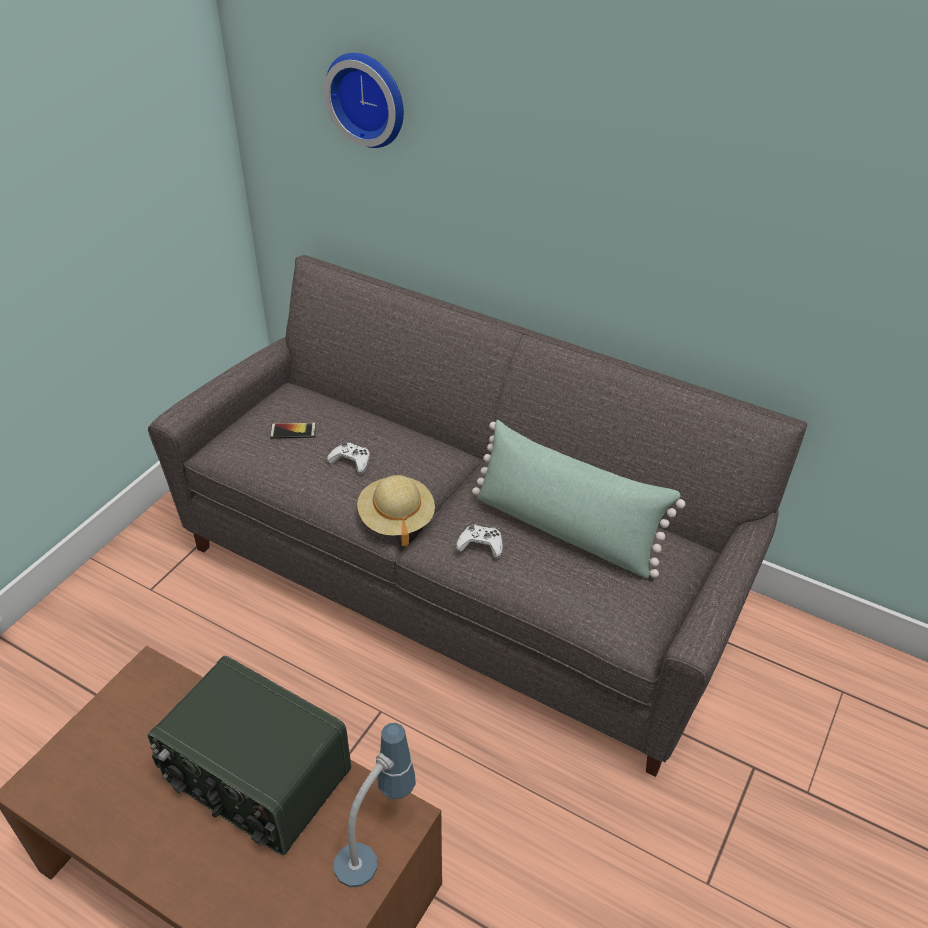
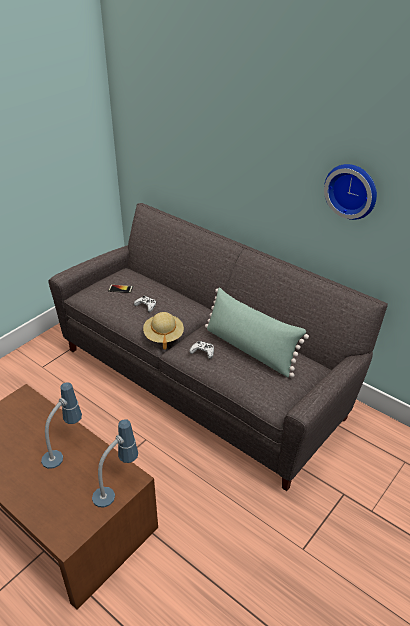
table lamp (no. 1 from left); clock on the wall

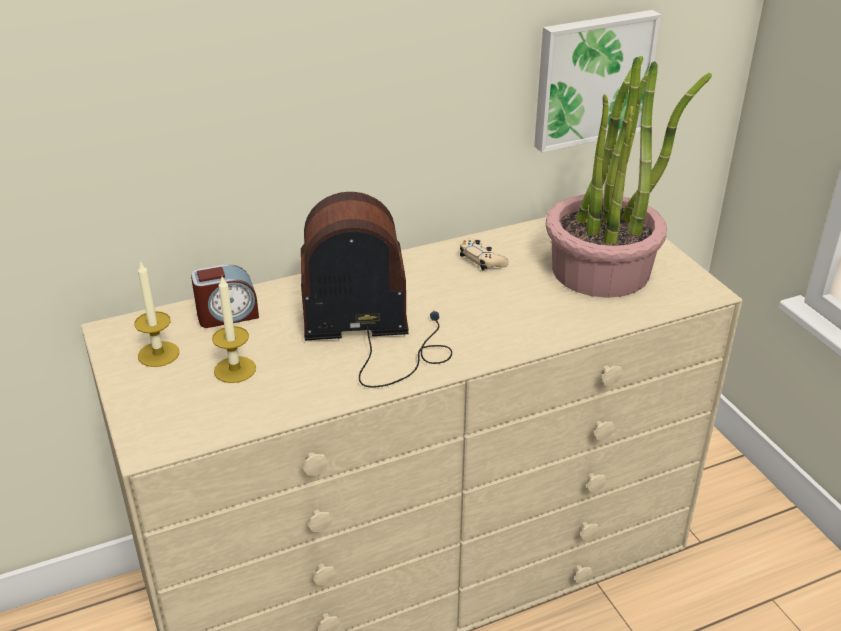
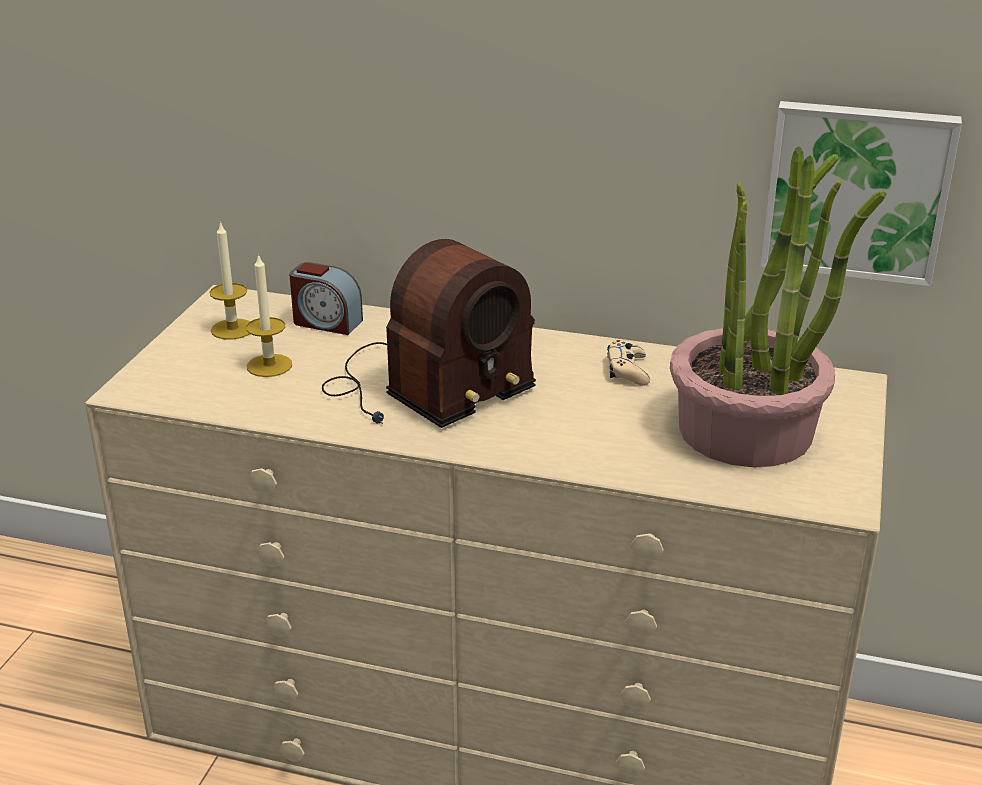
radio set

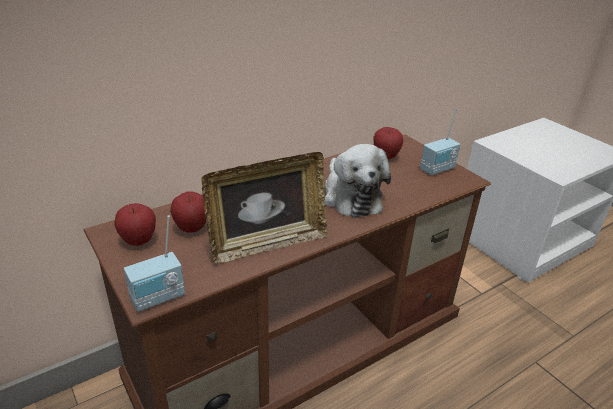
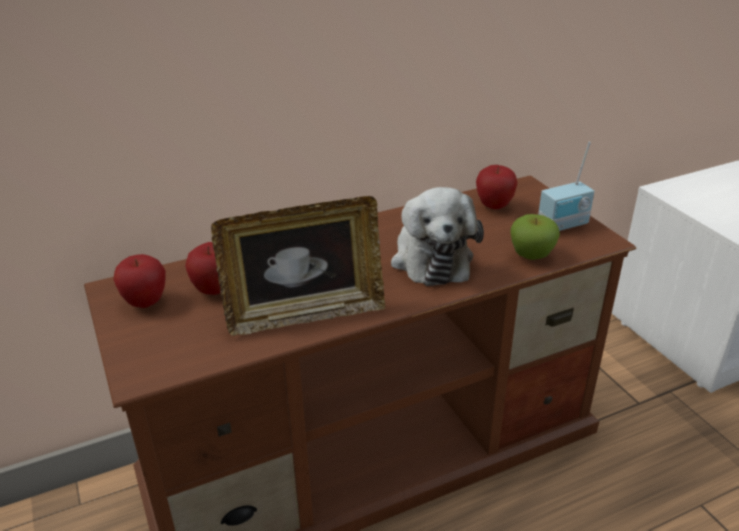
apple fruit (no. 4 from left); radio set (no. 1 from left in the first image)

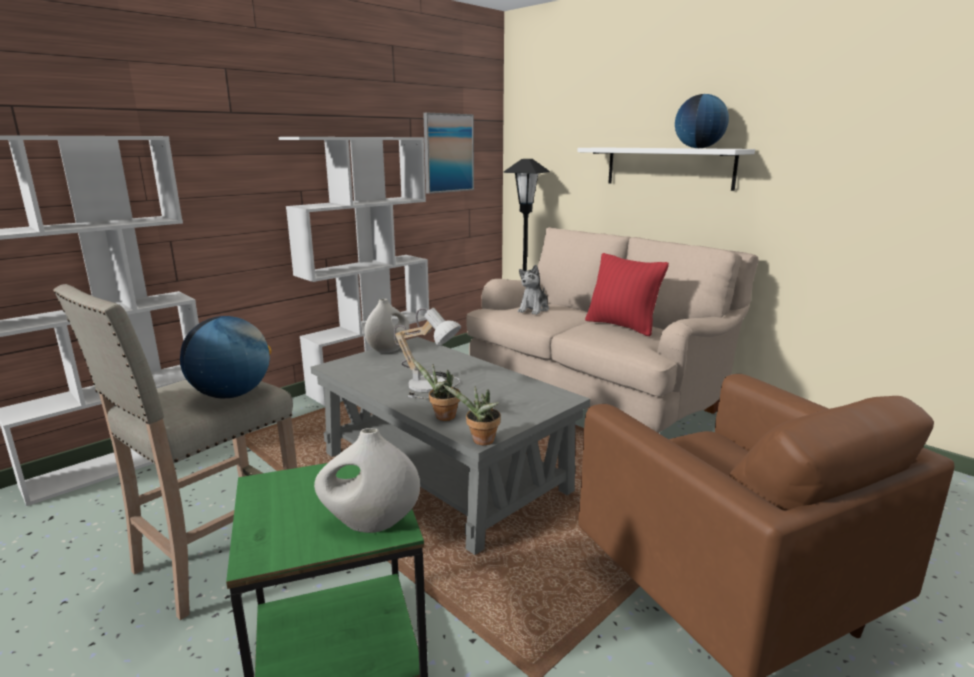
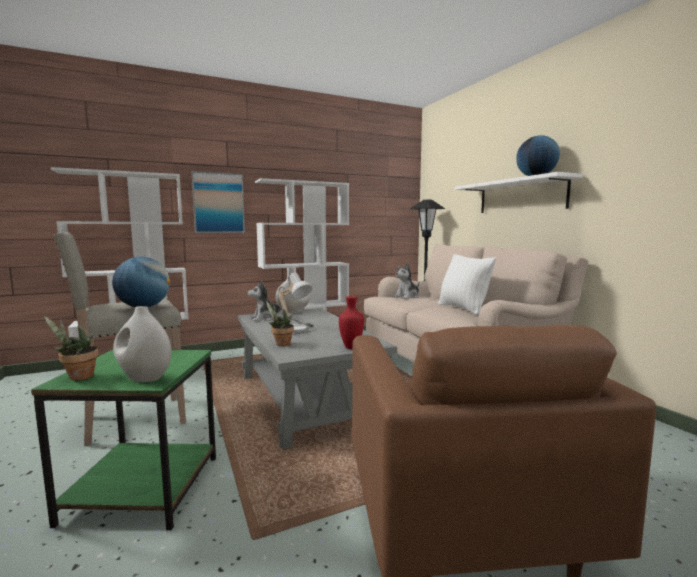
houseplant (no. 1 from left); wall art; plush toy (no. 1 from left); red decorative vase; white-coloured pillow

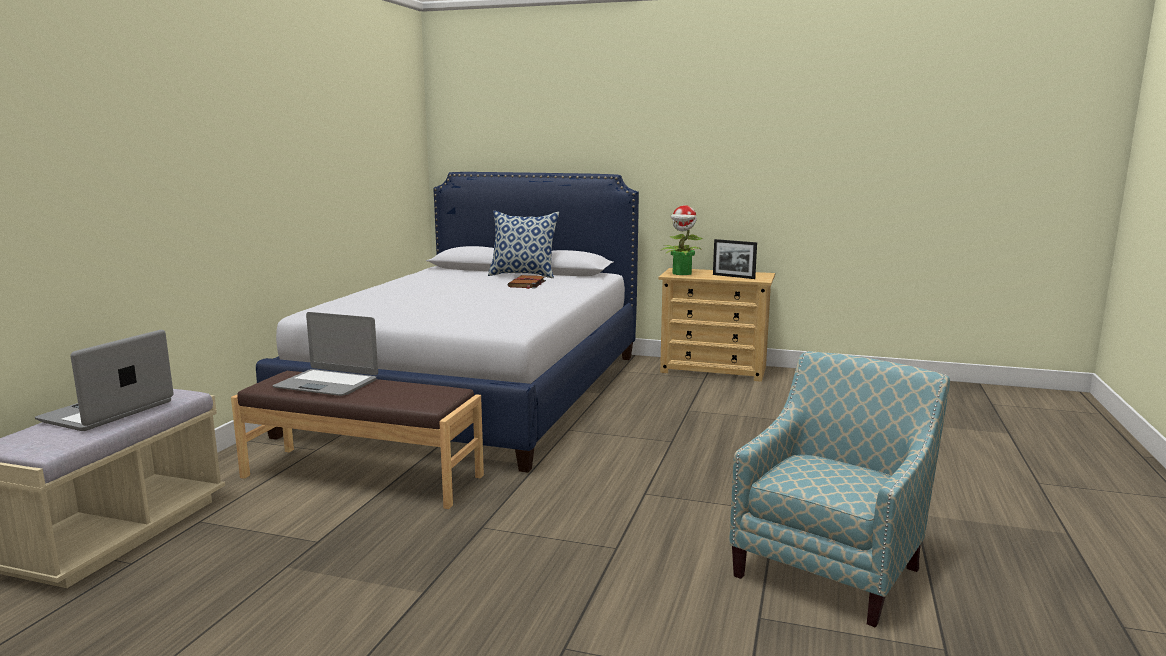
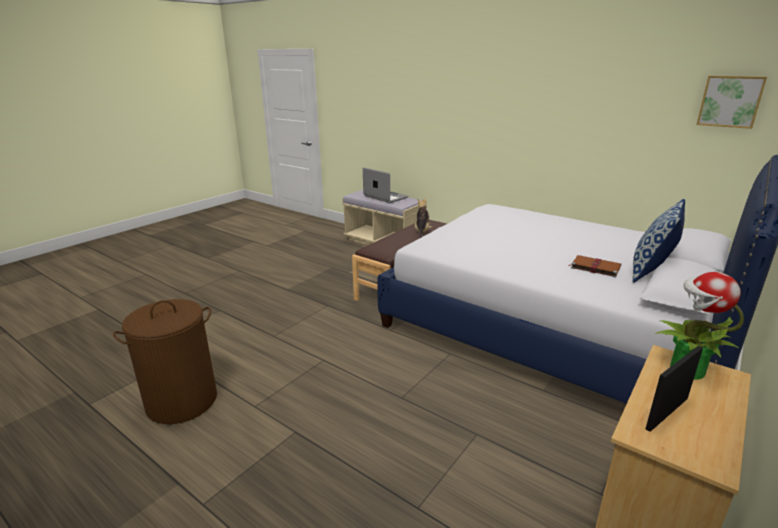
brownish hamper; plush toy; wall art

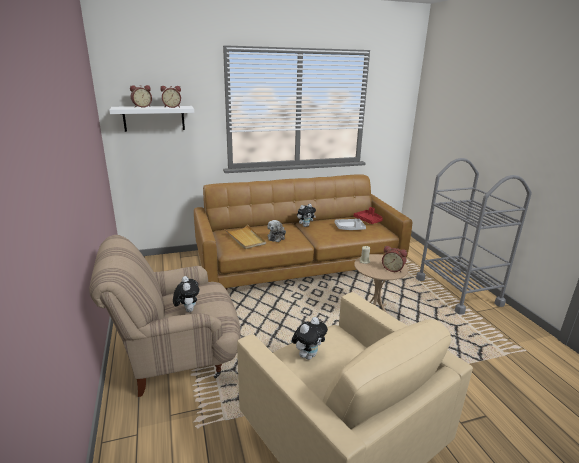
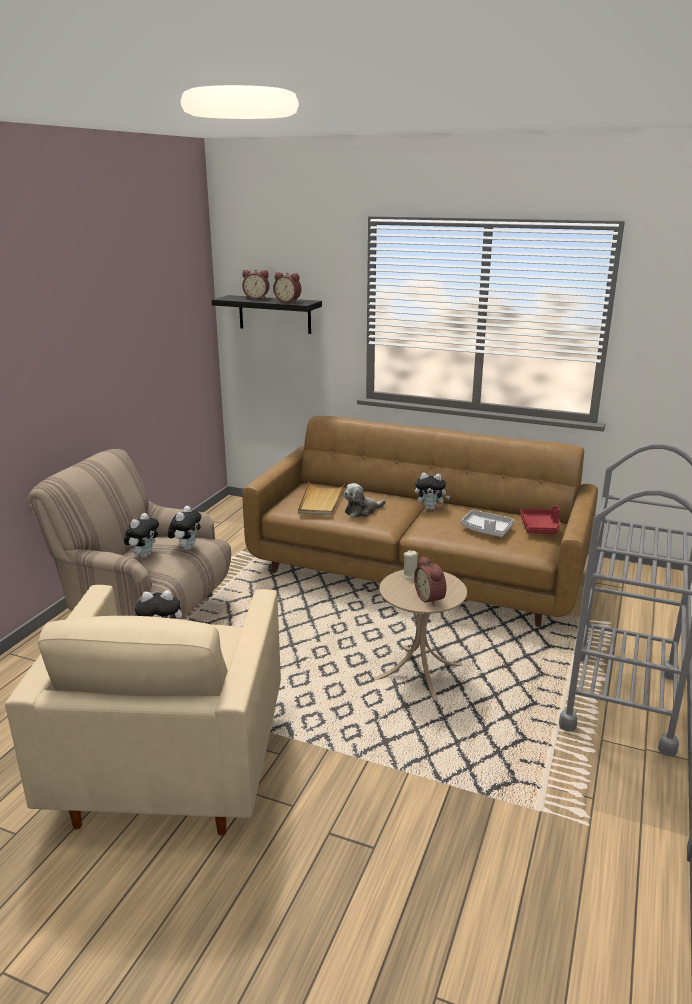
plush toy (no. 3 from left); blackish wall shelf

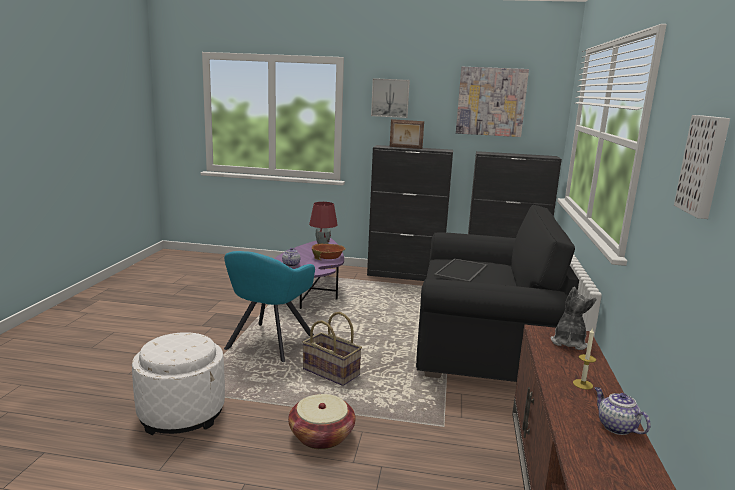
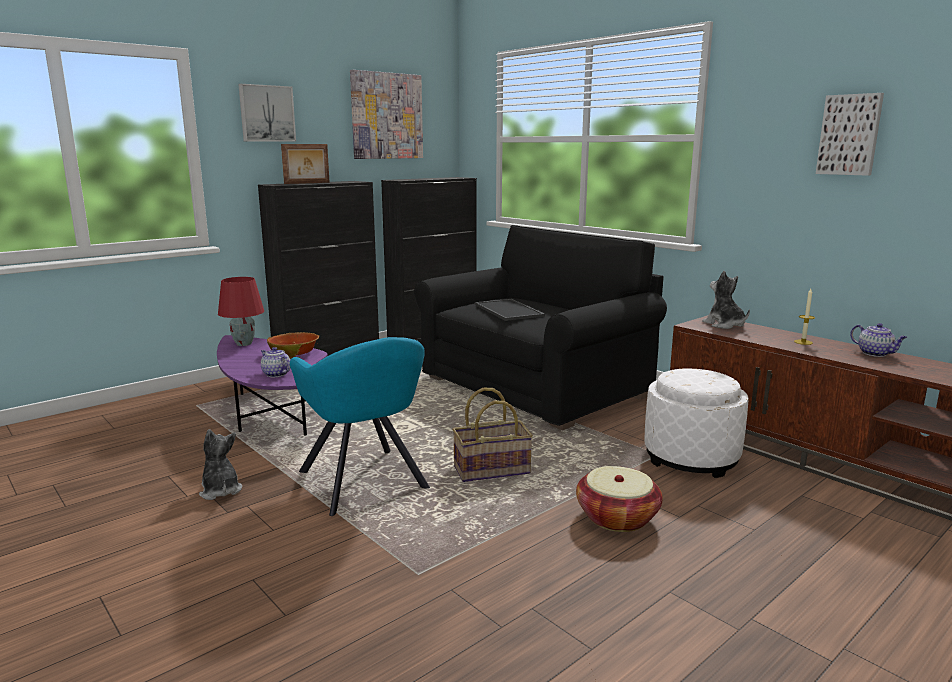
plush toy (no. 1 from left); white-coloured ottoman; teapot (no. 2 from left)

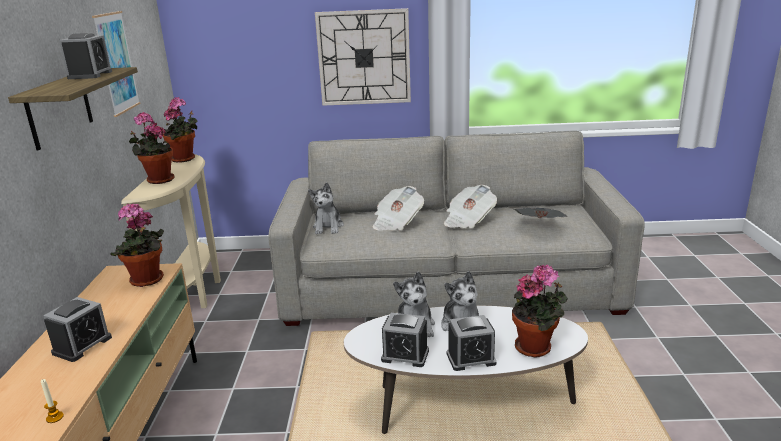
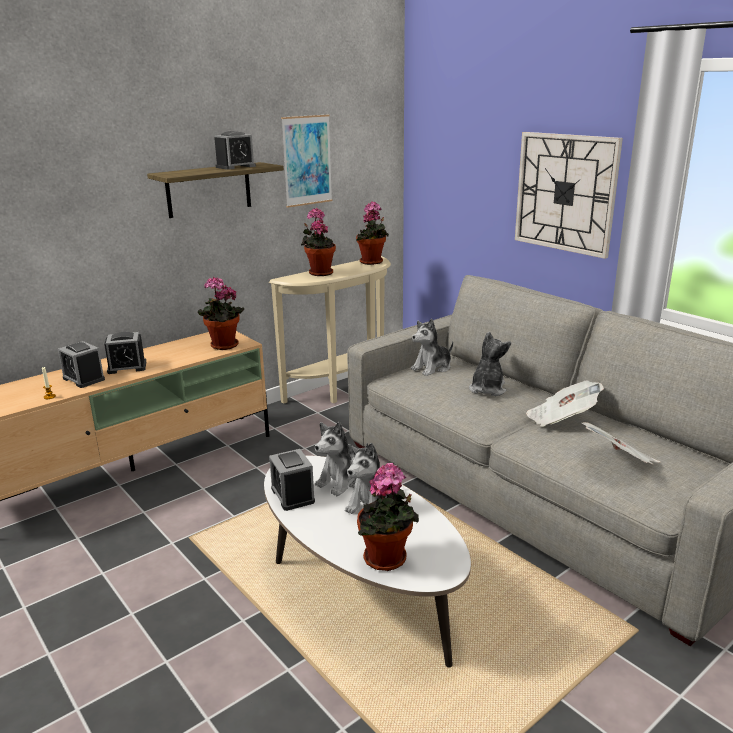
alarm clock (no. 1 from left); plush toy (no. 4 from left)

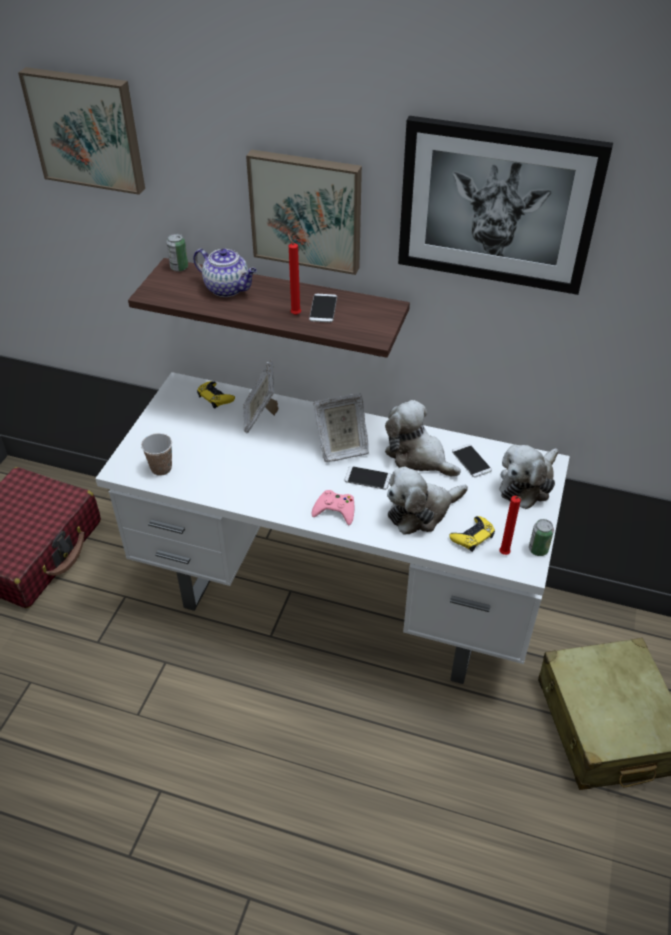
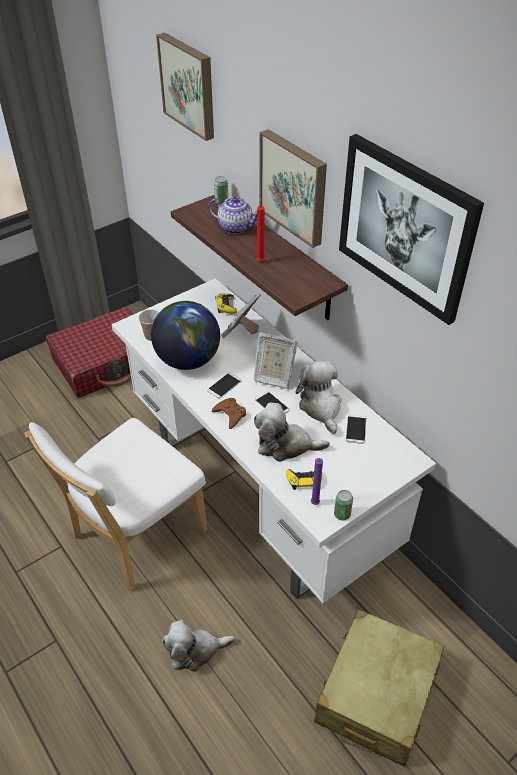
white-coloured upright chair; desk globe; plush toy (no. 1 from left); telephone (no. 1 from left); teapot; brownish joypad; purple candle

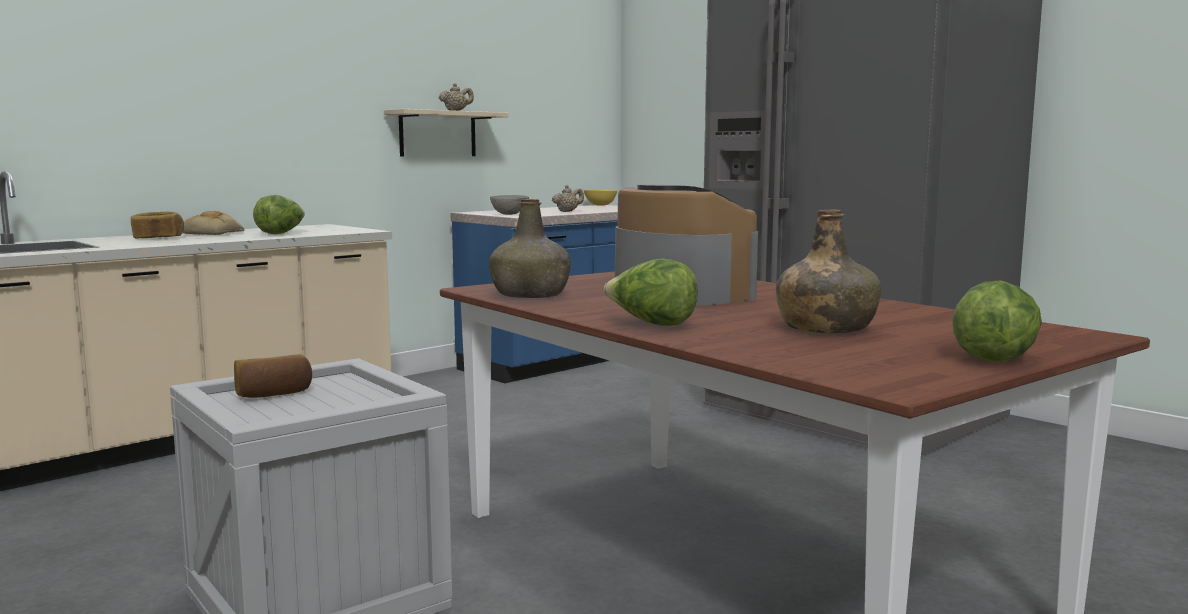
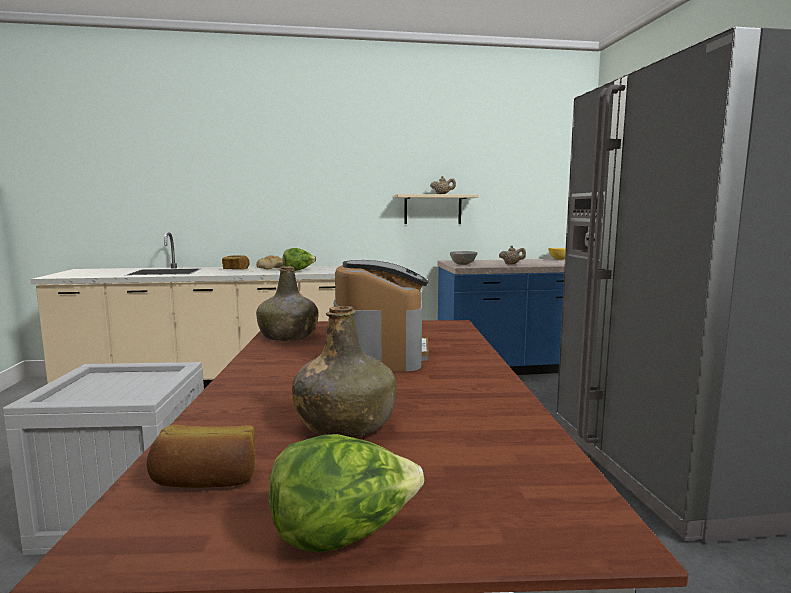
baked bread (no. 1 from left); head of lettuce (no. 2 from left in the first image)

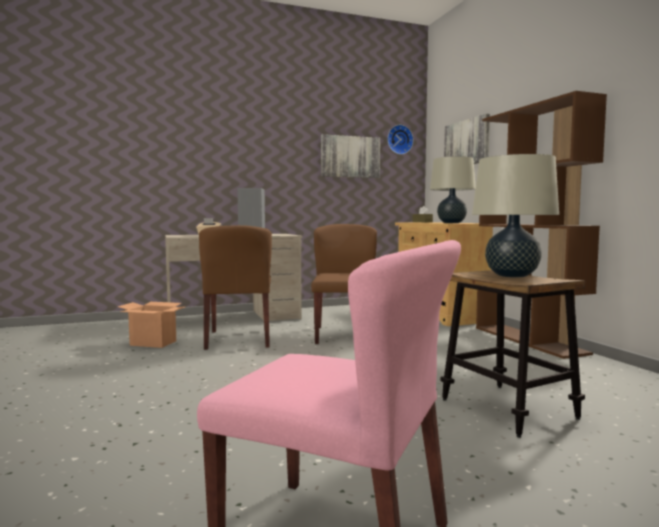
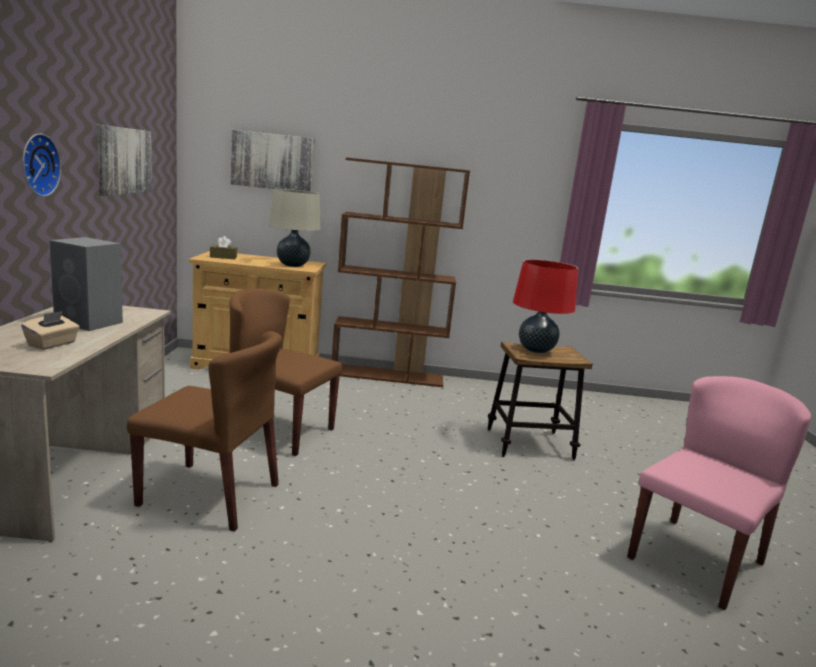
clock on the wall; red table lamp; cardboard box

